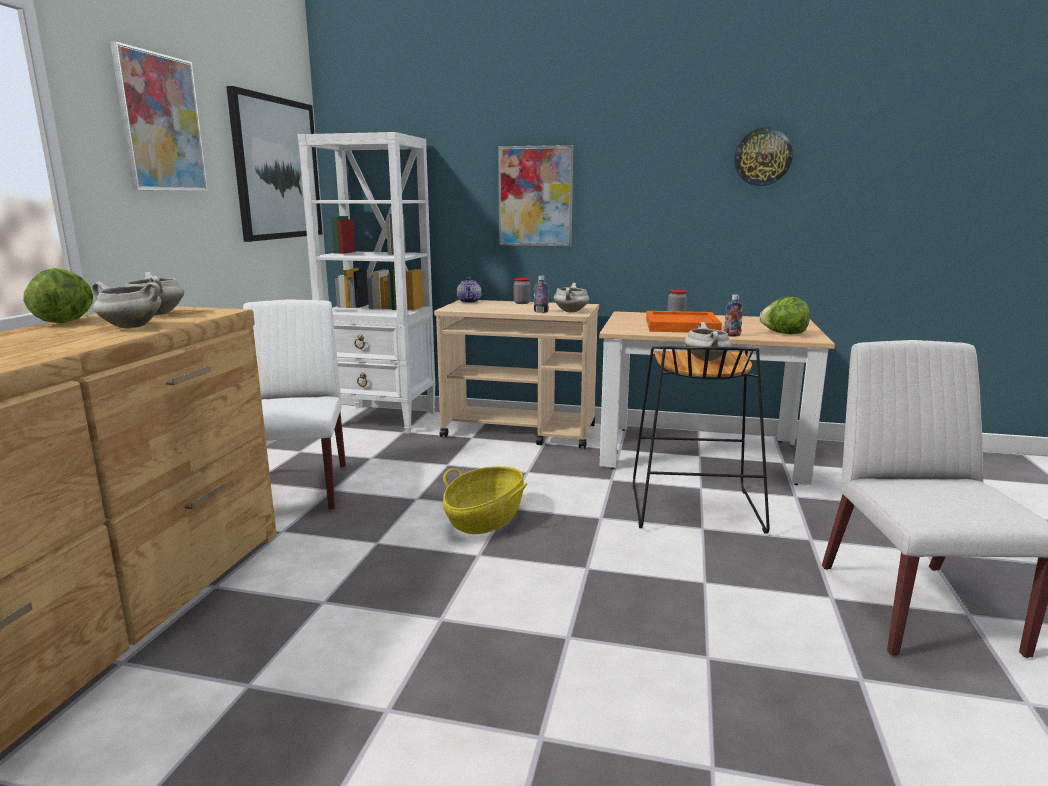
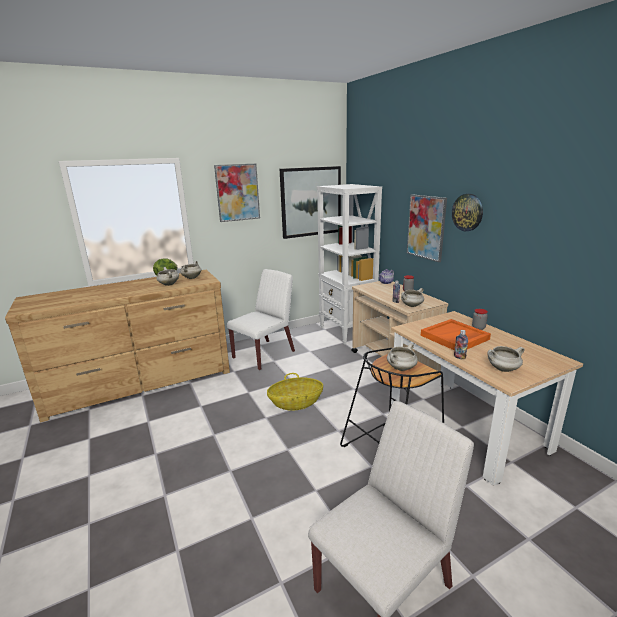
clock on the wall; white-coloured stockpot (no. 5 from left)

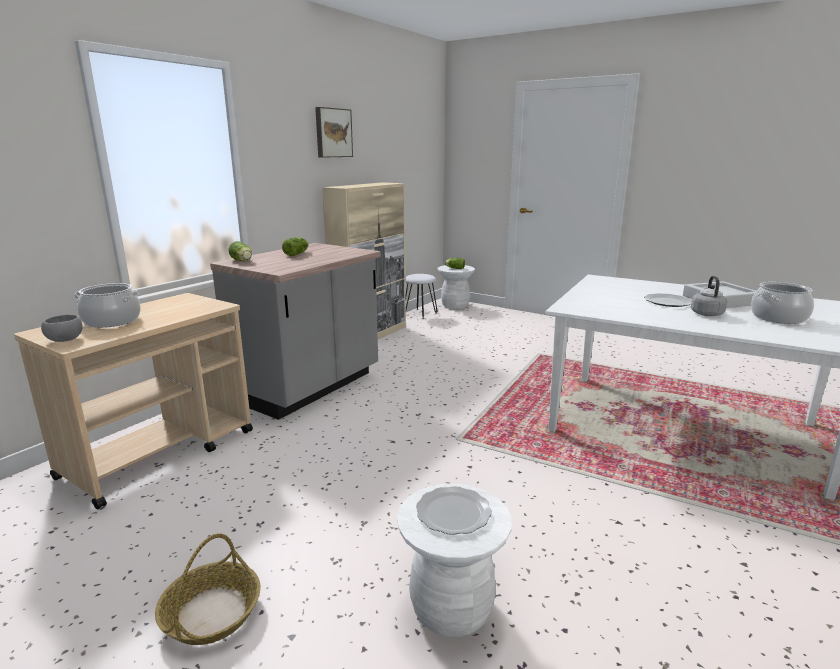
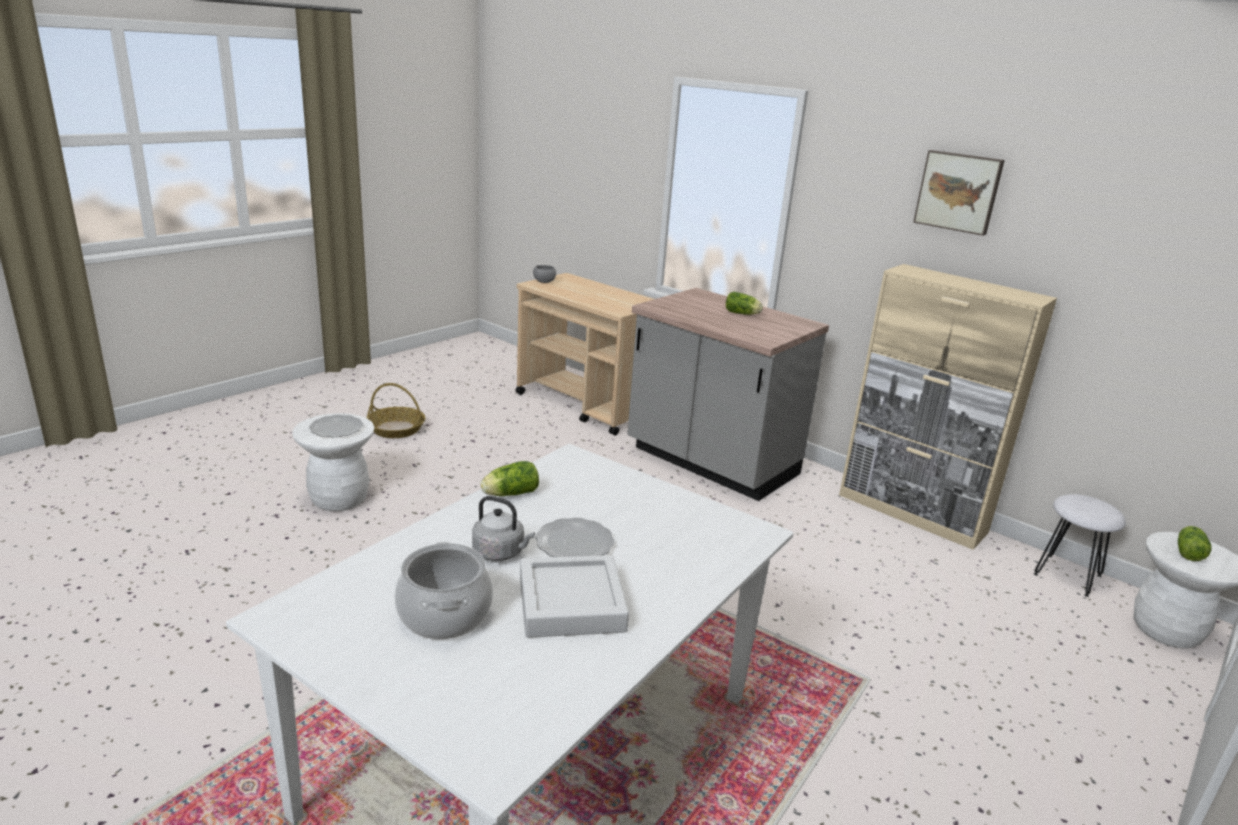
head of lettuce (no. 1 from left); stockpot (no. 1 from left in the first image)

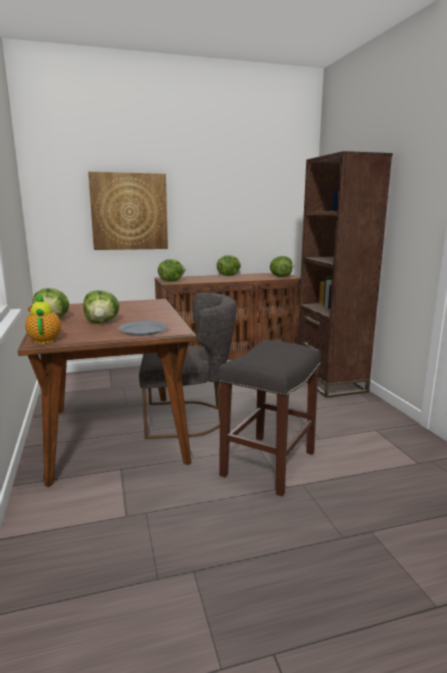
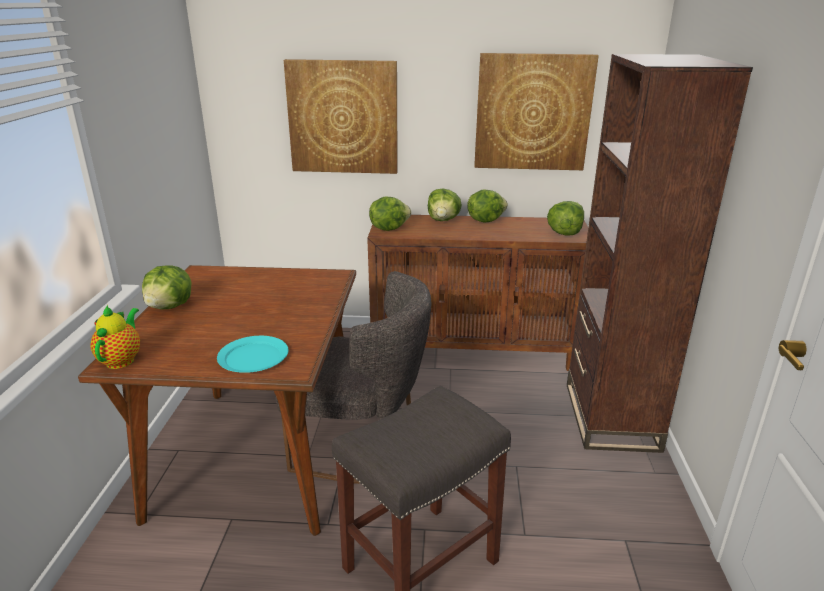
turquoise dinner plate; head of lettuce (no. 3 from left); wall art (no. 2 from left)

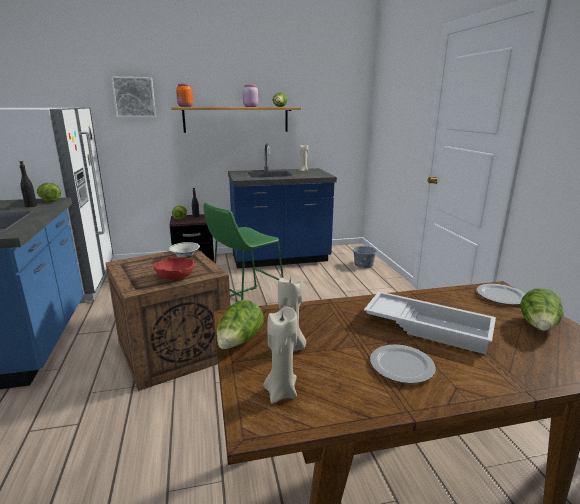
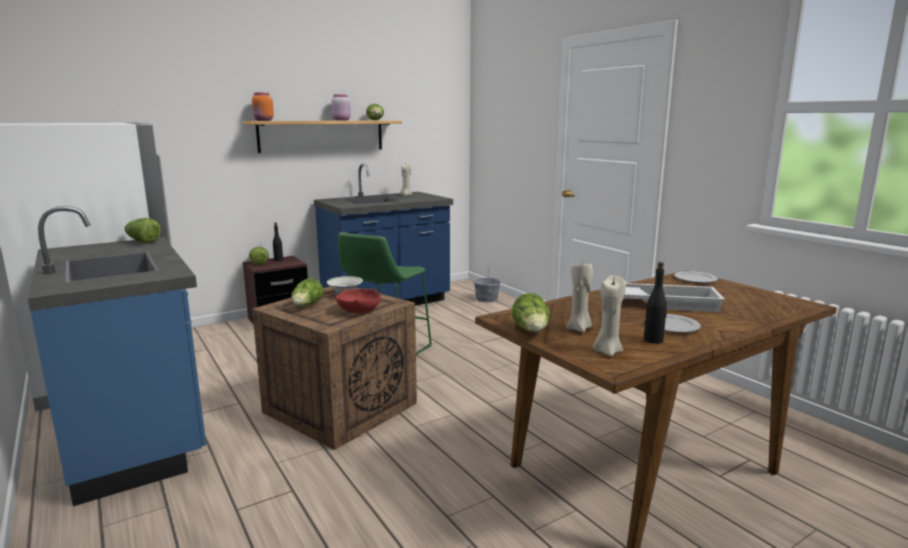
head of lettuce (no. 3 from left); blackish bottle (no. 2 from left); wall art

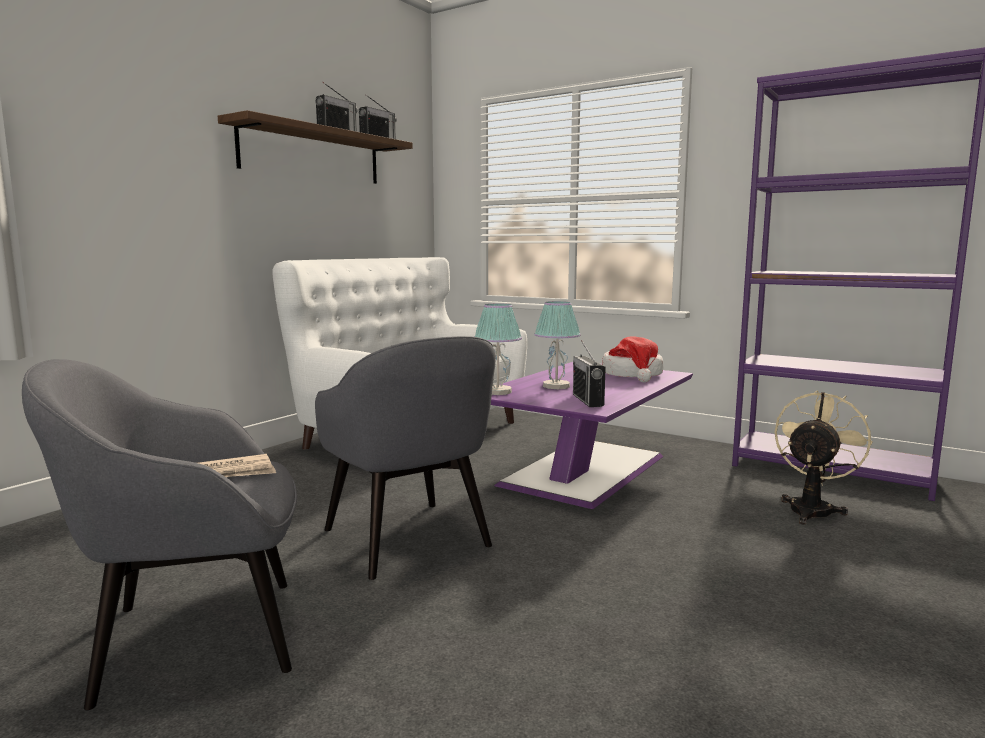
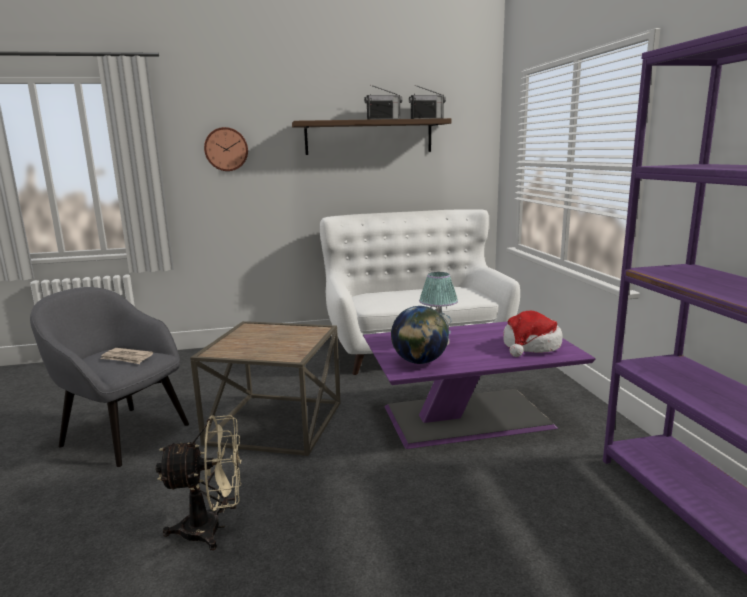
beige fan; brownish side table; clock on the wall; desk globe; table lamp (no. 1 from left in the first image)

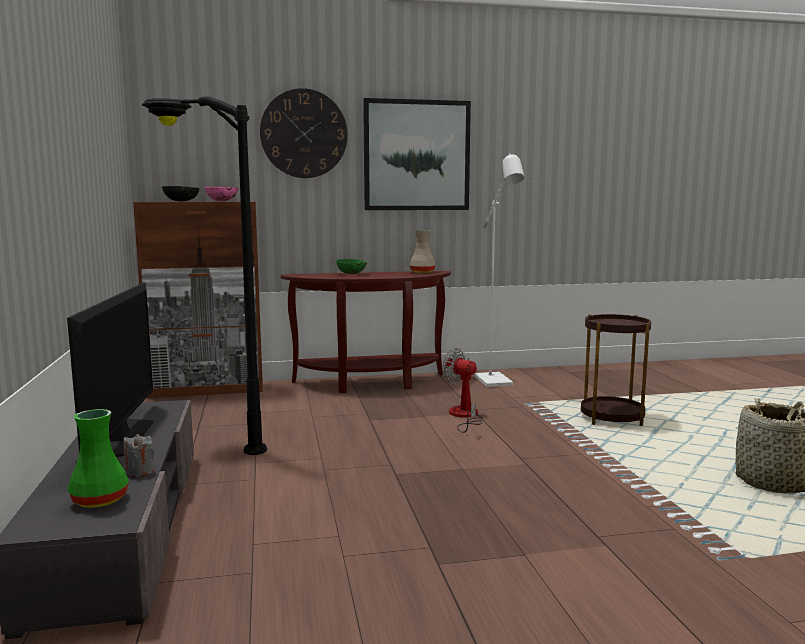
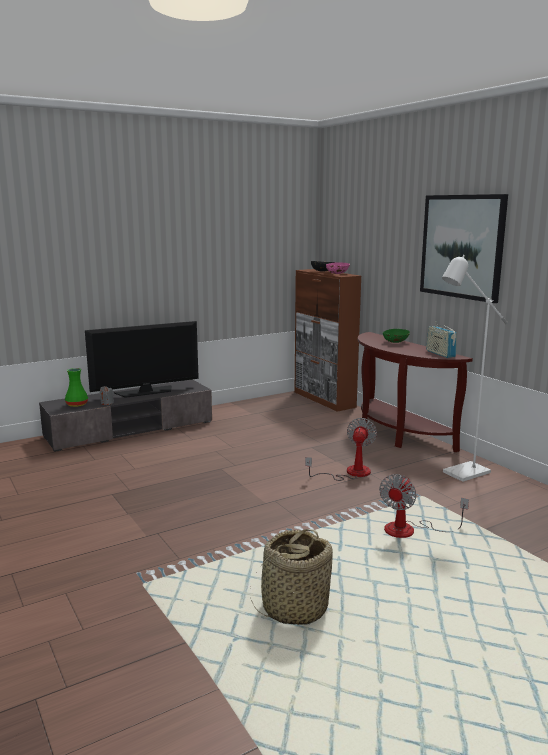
fan (no. 2 from left); radio set; blackish floor lamp; clock on the wall

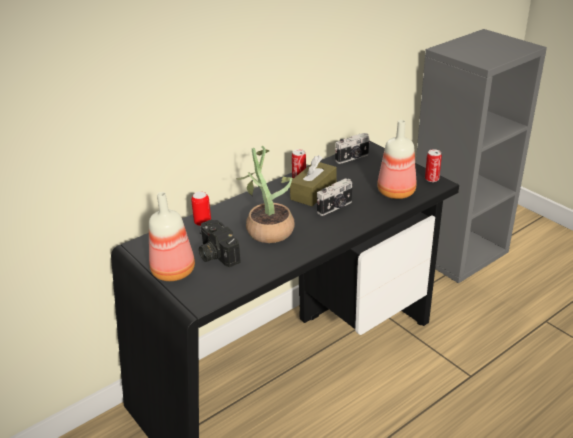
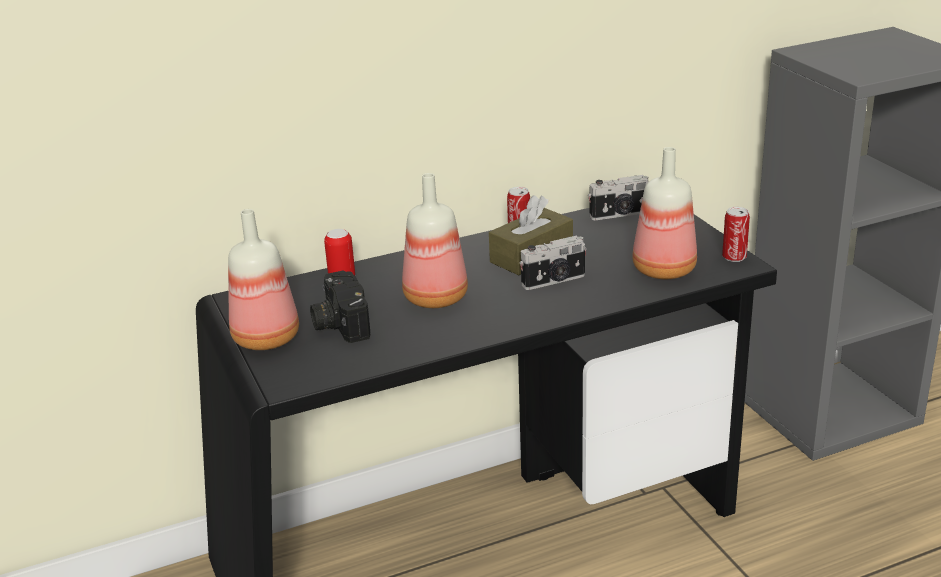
bottle (no. 2 from left)

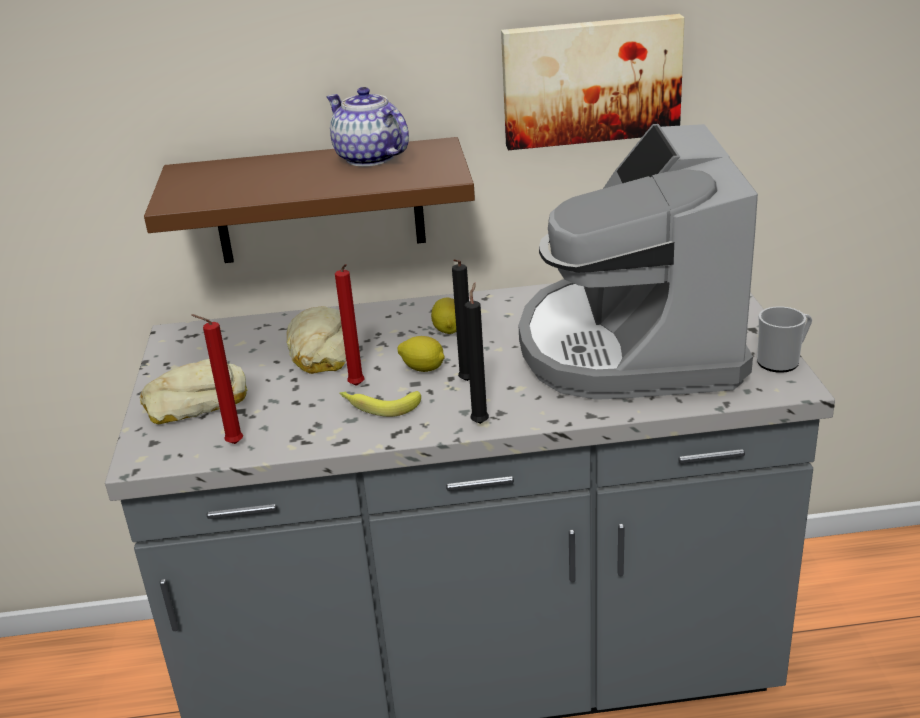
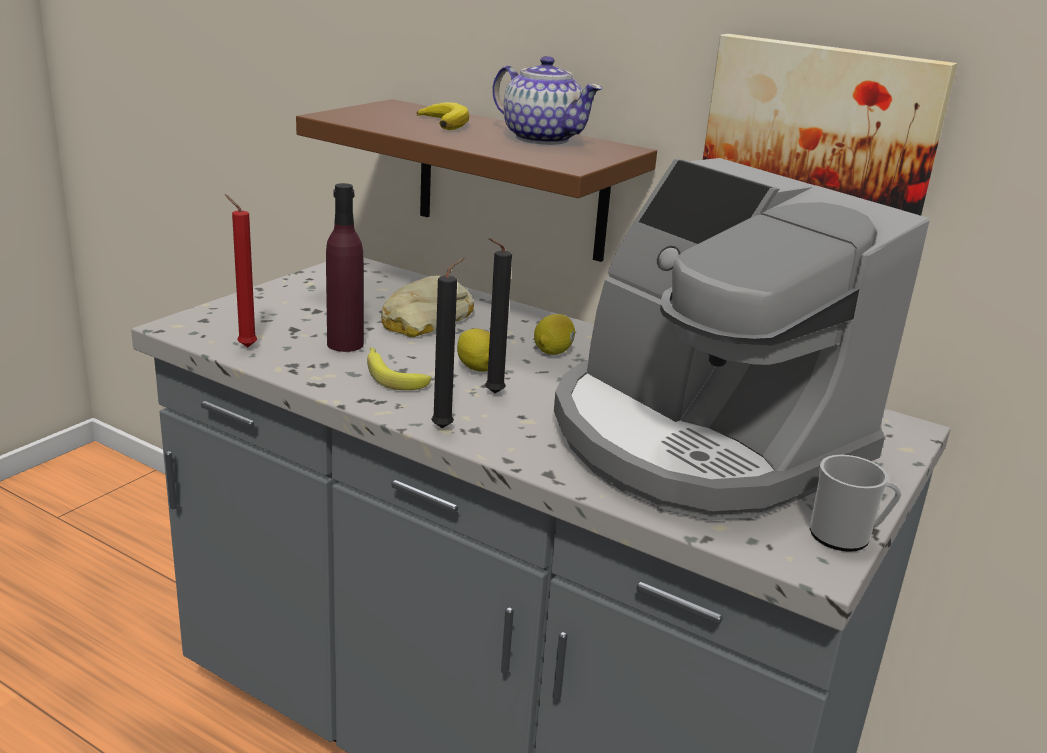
purple bottle; banana (no. 2 from left); teapot; coffee machine; baked bread (no. 1 from left in the first image); red candle (no. 2 from left in the first image)

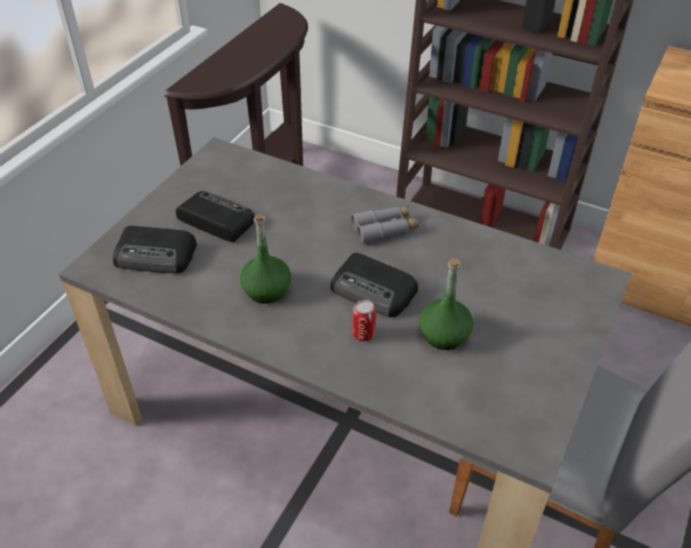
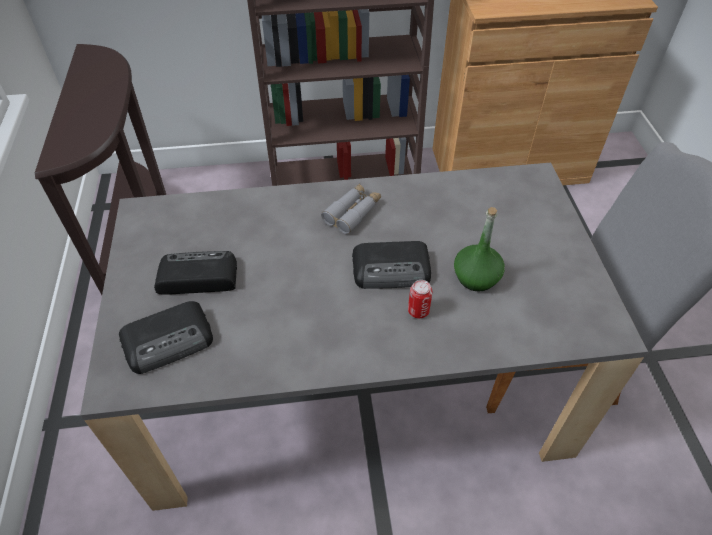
greenish bottle (no. 1 from left in the first image)

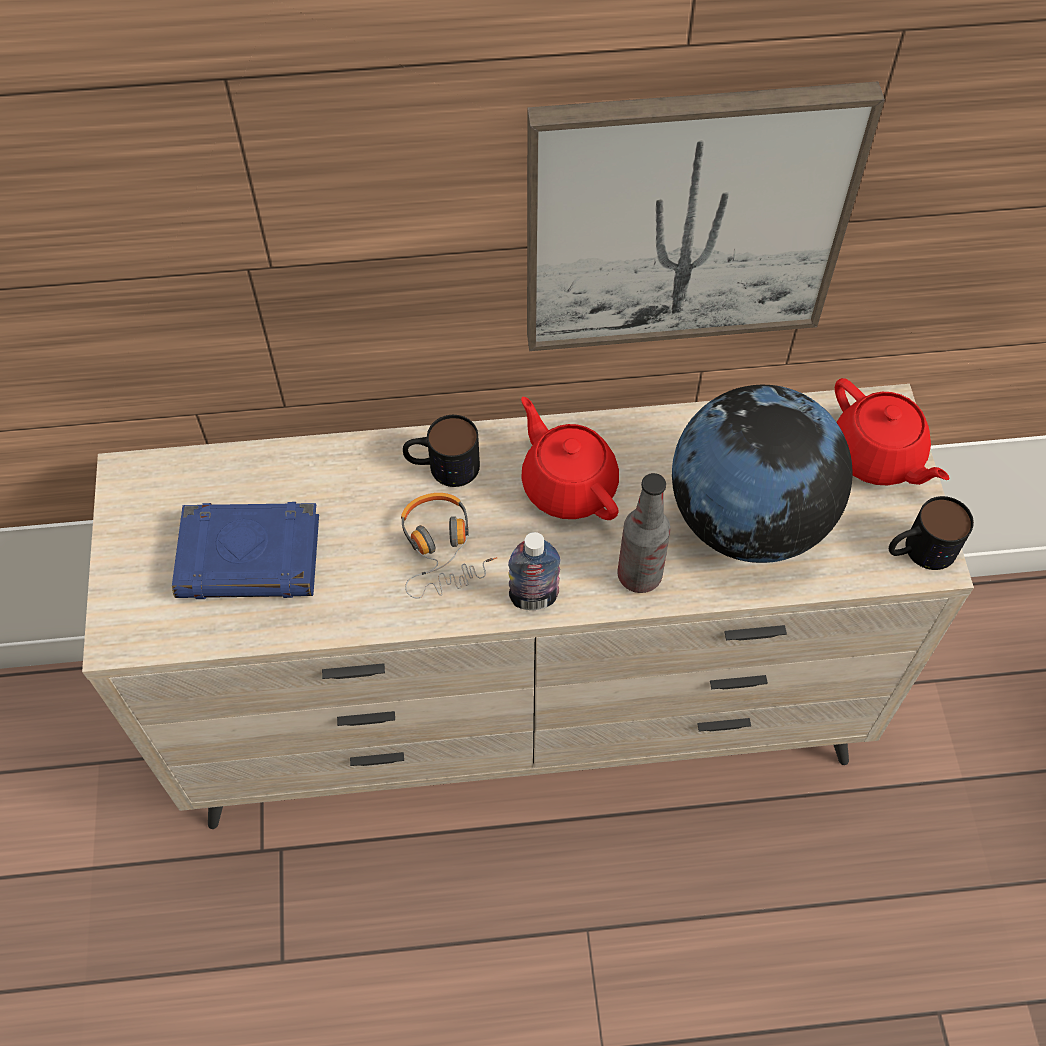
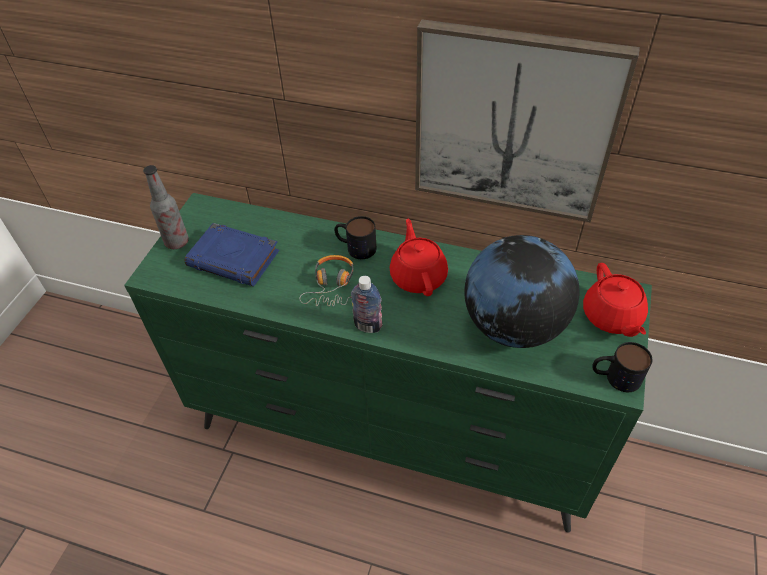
greenish chest of drawers; bottle (no. 1 from left)

